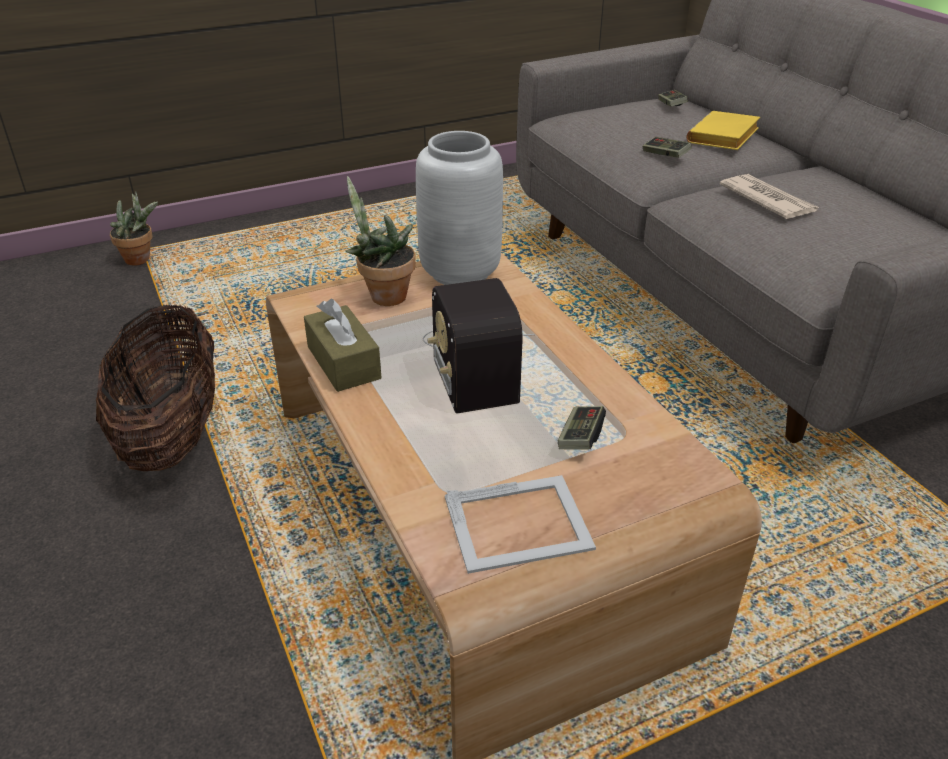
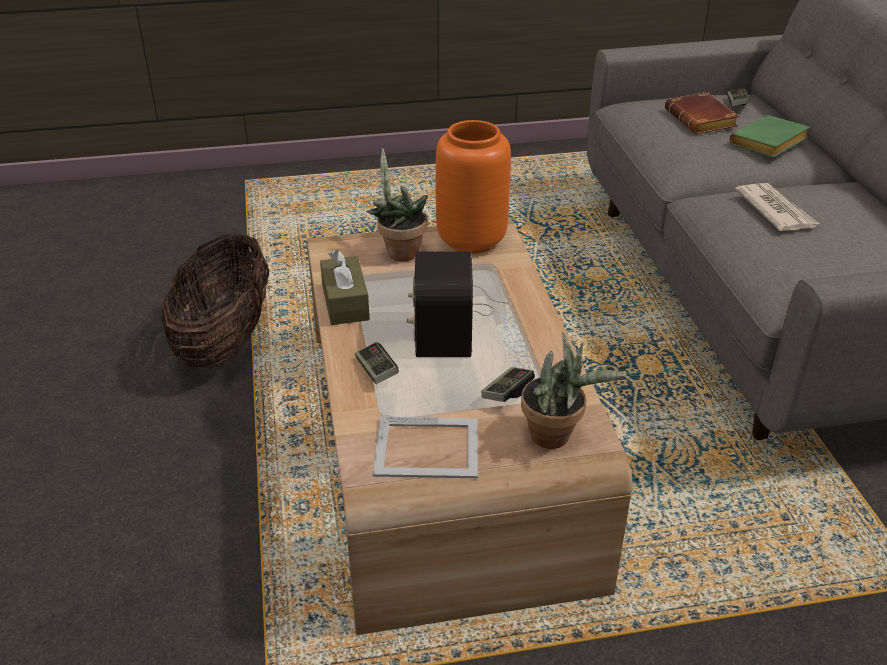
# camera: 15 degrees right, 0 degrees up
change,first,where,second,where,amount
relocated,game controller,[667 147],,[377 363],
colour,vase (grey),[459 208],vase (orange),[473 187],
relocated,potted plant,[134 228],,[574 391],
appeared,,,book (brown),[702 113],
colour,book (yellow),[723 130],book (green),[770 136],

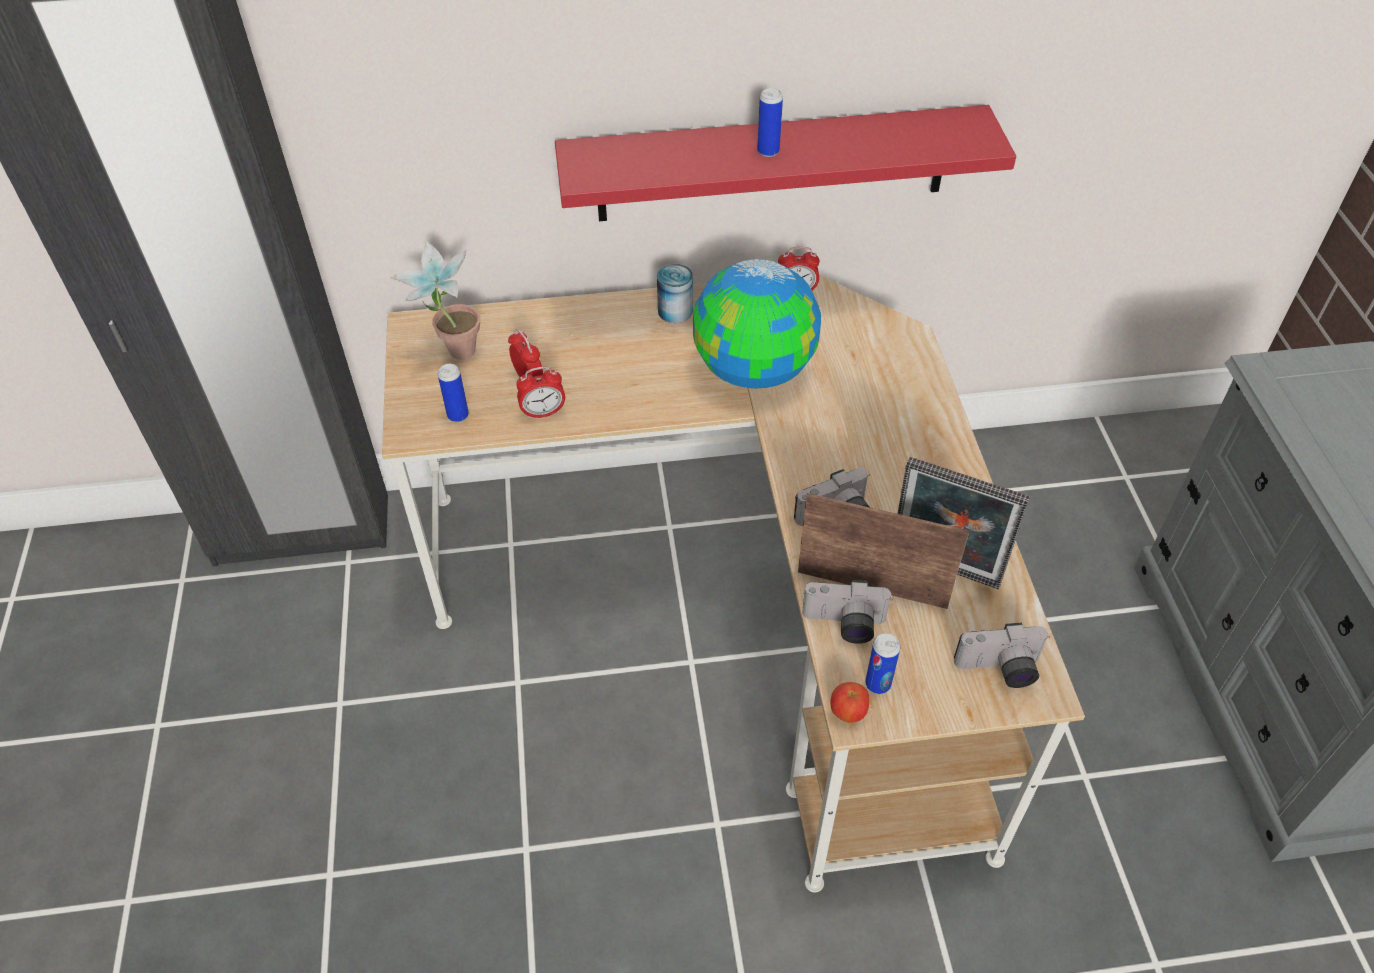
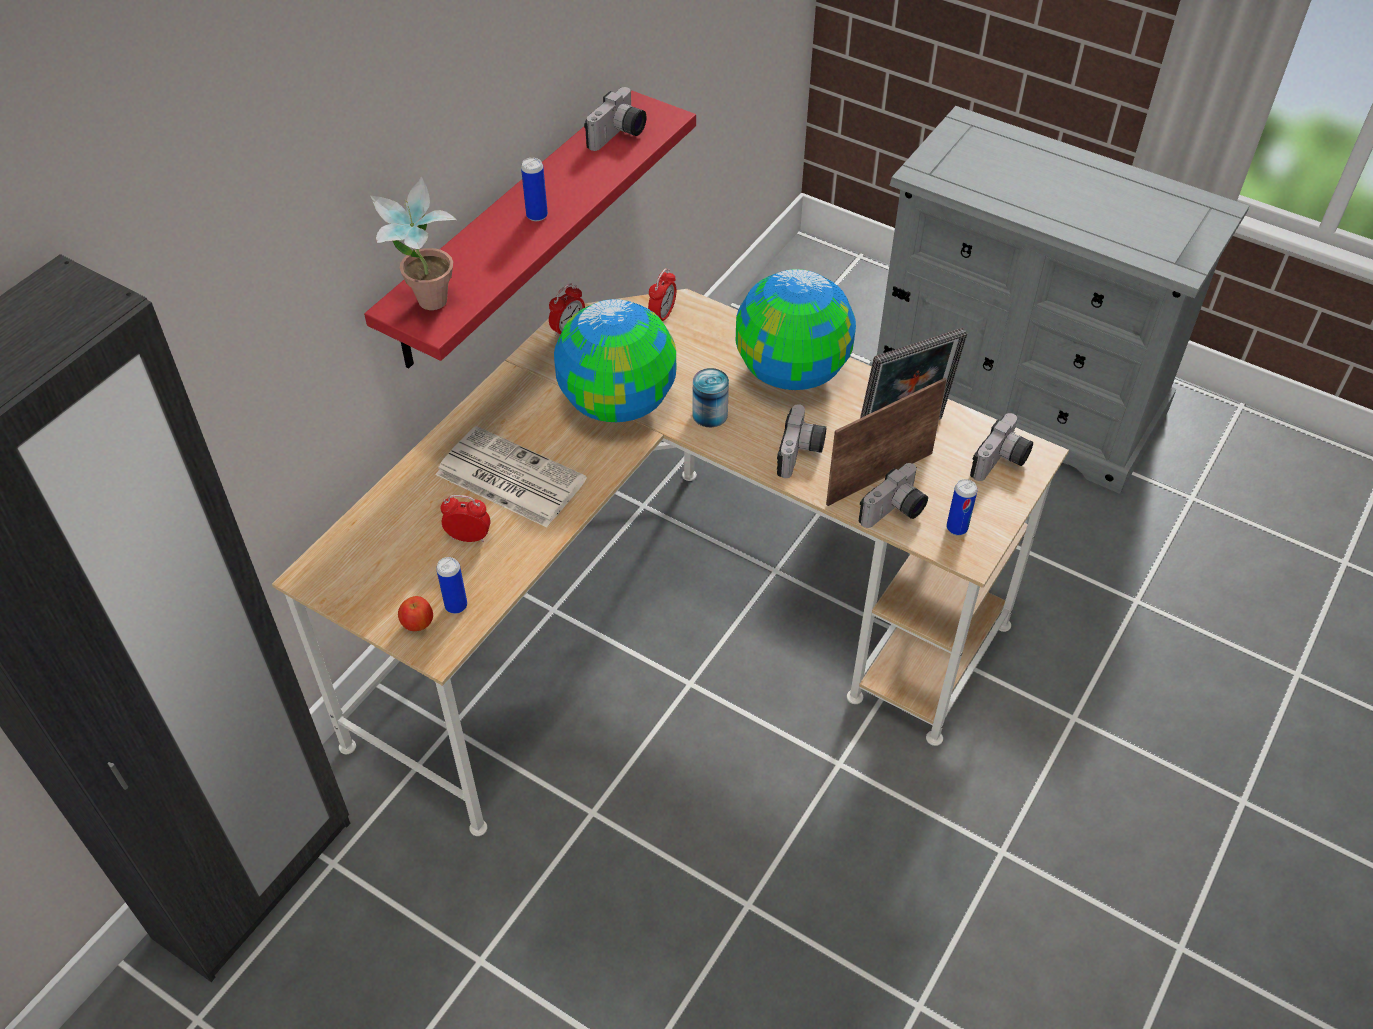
# camera: 50 degrees left, 0 degrees up
change,first,where,second,where,amount
relocated,potted plant,[435 300],,[413 243],
relocated,apple,[849 702],,[415 613],
appeared,,,newspaper,[511 477],
appeared,,,photo camera,[615 119],
relocated,alarm clock,[540 393],,[662 294],
relocated,can,[675 293],,[711 397],
appeared,,,globe,[796 329],

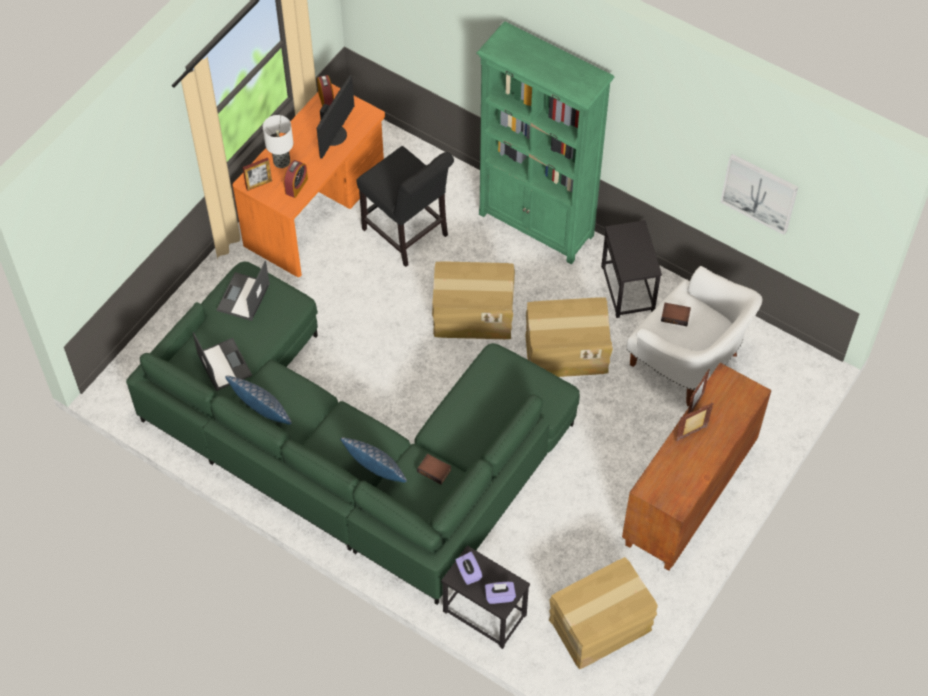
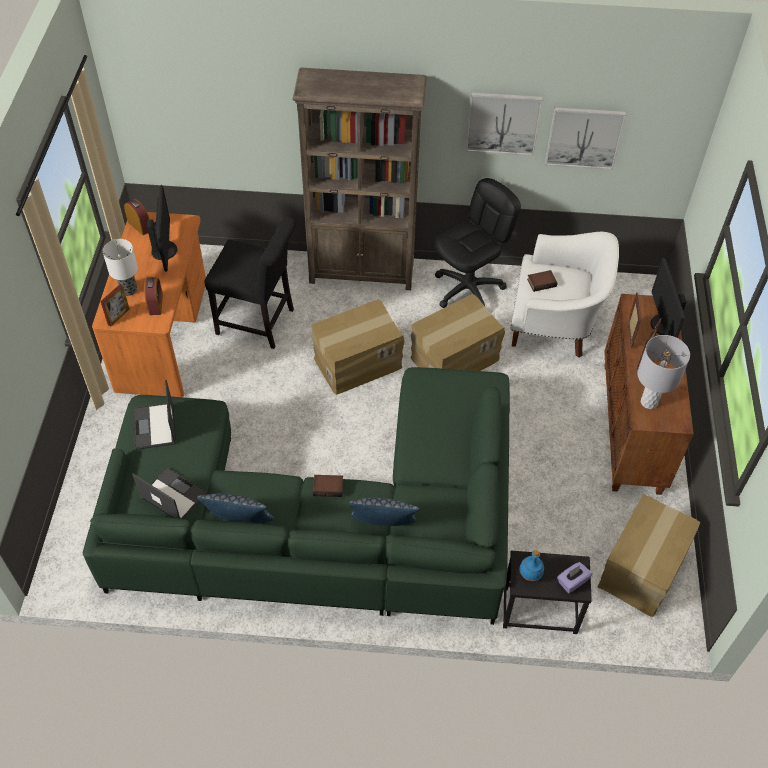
# camera: 30 degrees left, 5 degrees down
change,first,where,second,where,amount
colour,bookcase (green),[545 142],bookcase (brown),[359 179],
relocated,book,[434 469],,[328 486],
exchanged,side table (black),[631 269],office chair (black),[477 243],
appeared,,,picture,[504 124],
exchanged,tissue box (purple),[469 568],bottle (blue),[531 565],
appeared,,,table lamp (grey),[663 372],
appeared,,,monitor,[668 298],

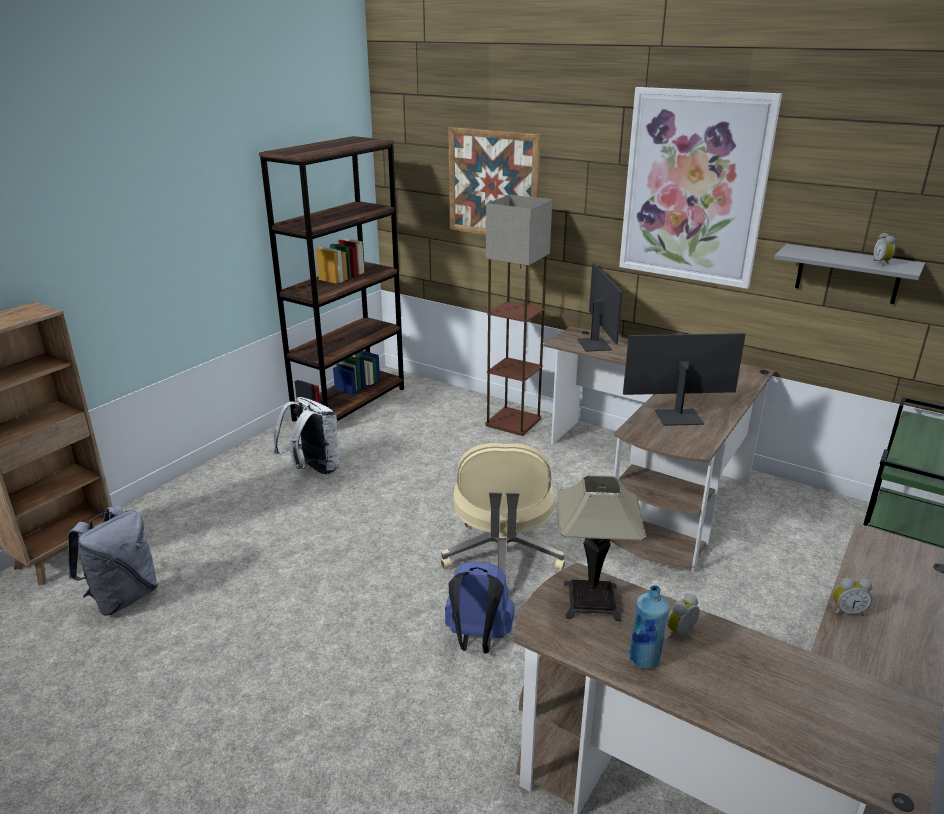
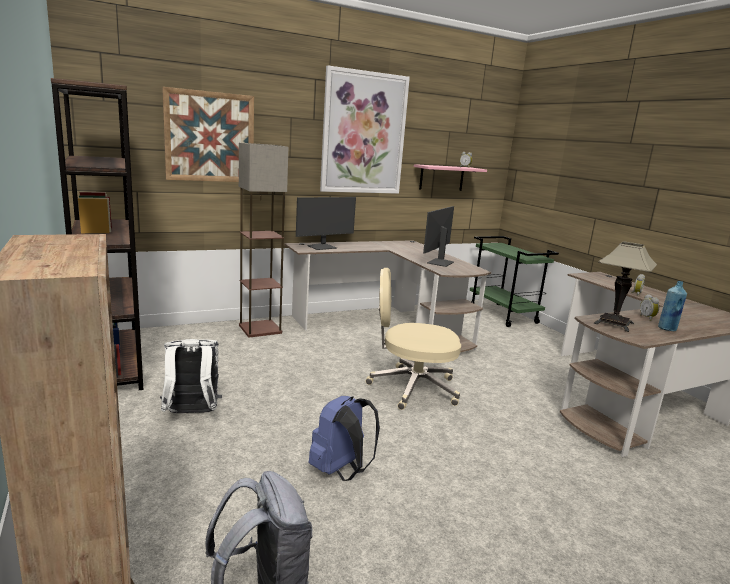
# camera: 60 degrees left, 10 degrees down
change,first,where,second,where,amount
spun,monitor,[600 307],,[326 223],120 degrees clockwise
relocated,backpack (blue),[479 607],,[344 438],
spun,office chair (beige),[503 509],,[413 339],150 degrees clockwise
colour,shelf (grey),[849 274],shelf (pink),[450 177],

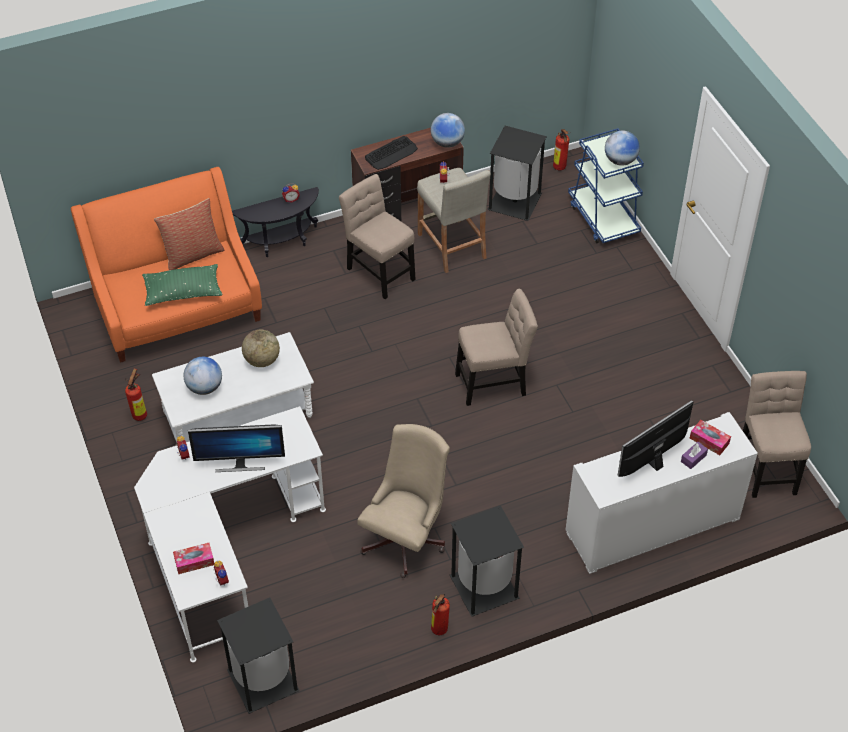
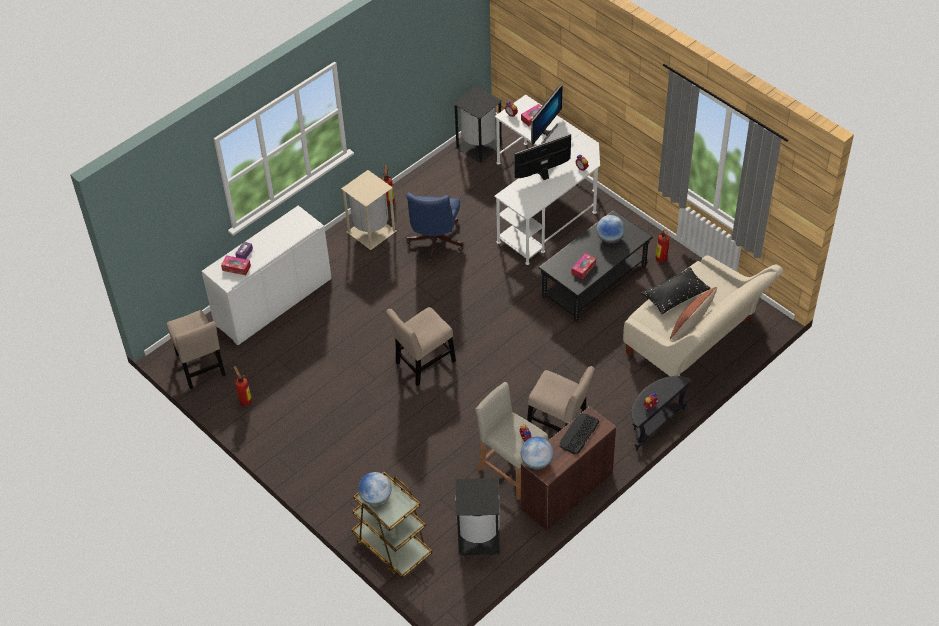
# camera: 160 degrees right, 0 degrees up
change,first,where,second,where,amount
relocated,fire extinguisher,[561 149],,[242 386],
colour,trash can (black),[487 561],trash can (beige),[368 210],
colour,cart (blue),[606 186],cart (brown),[392 525],
colour,office chair (beige),[403 501],office chair (blue),[434 227],
relocated,monitor,[656 438],,[547 115],
colour,coffee table (white),[233 387],coffee table (black),[596 266],
exchanged,globe,[261 348],tissue box,[583 266],
colour,sofa (orange),[166 265],sofa (beige),[703 315],
colour,pillow (green),[182 285],pillow (black),[676 290],

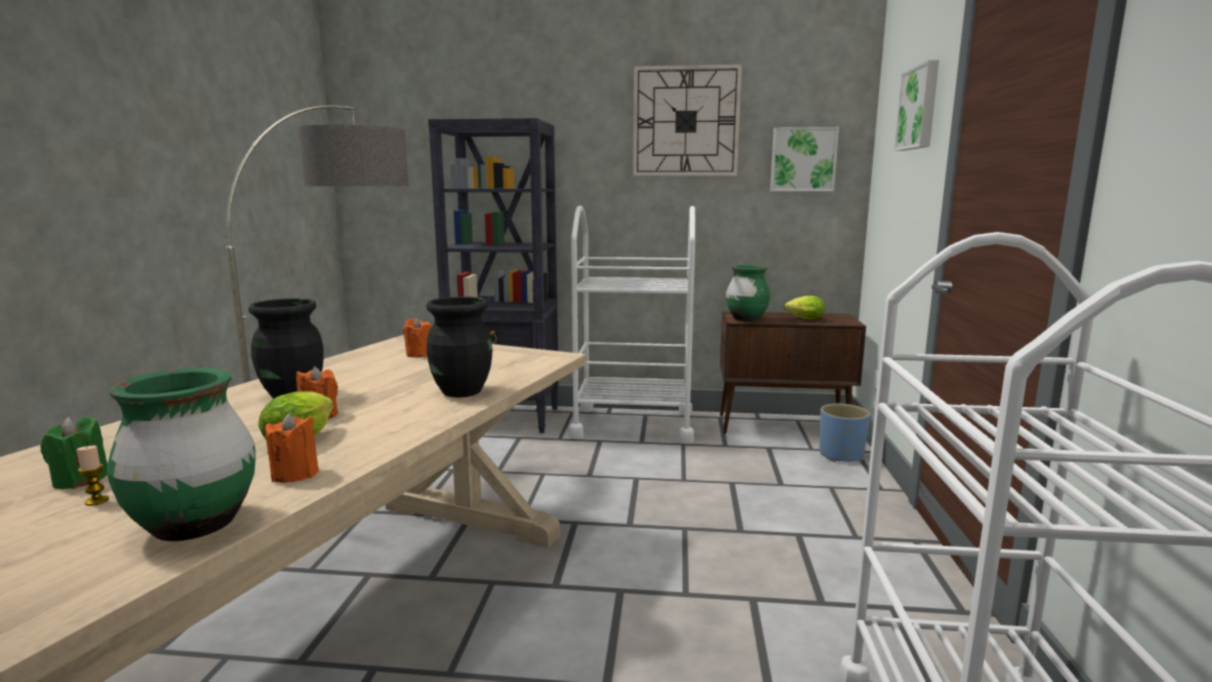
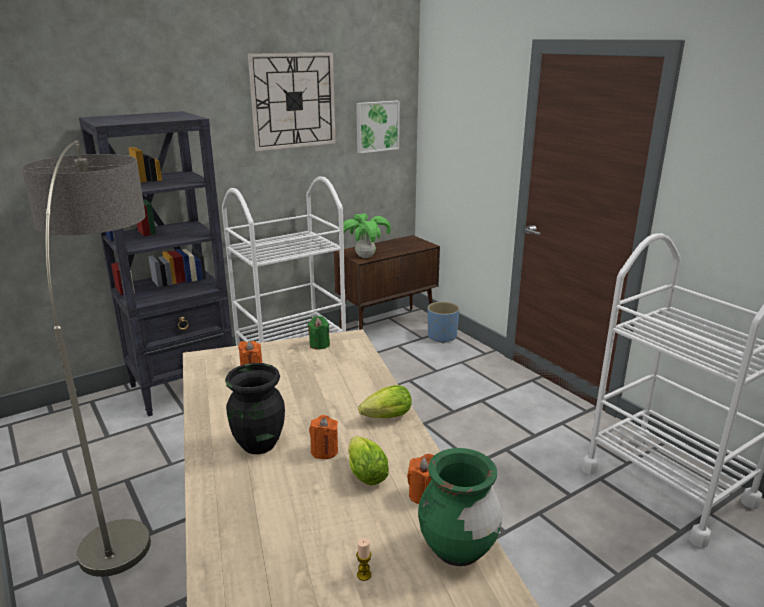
# camera: 40 degrees left, 10 degrees up
change,first,where,second,where,amount
relocated,candle (green),[74 452],,[319 332],
exchanged,vase (green),[748 293],potted plant,[367 235],
relocated,lettuce,[804 308],,[385 401],
missing,vase (black),[460 347],,,
missing,picture,[916 105],,,

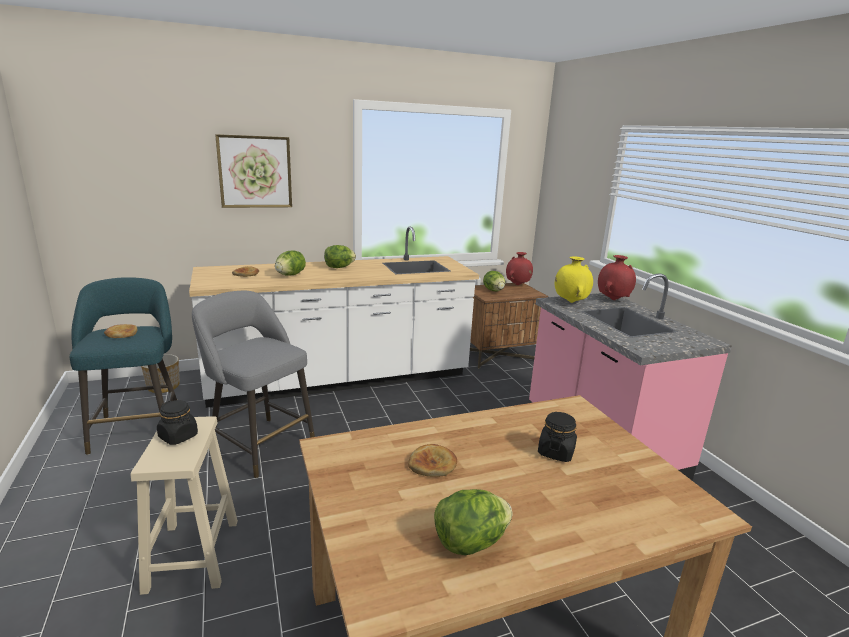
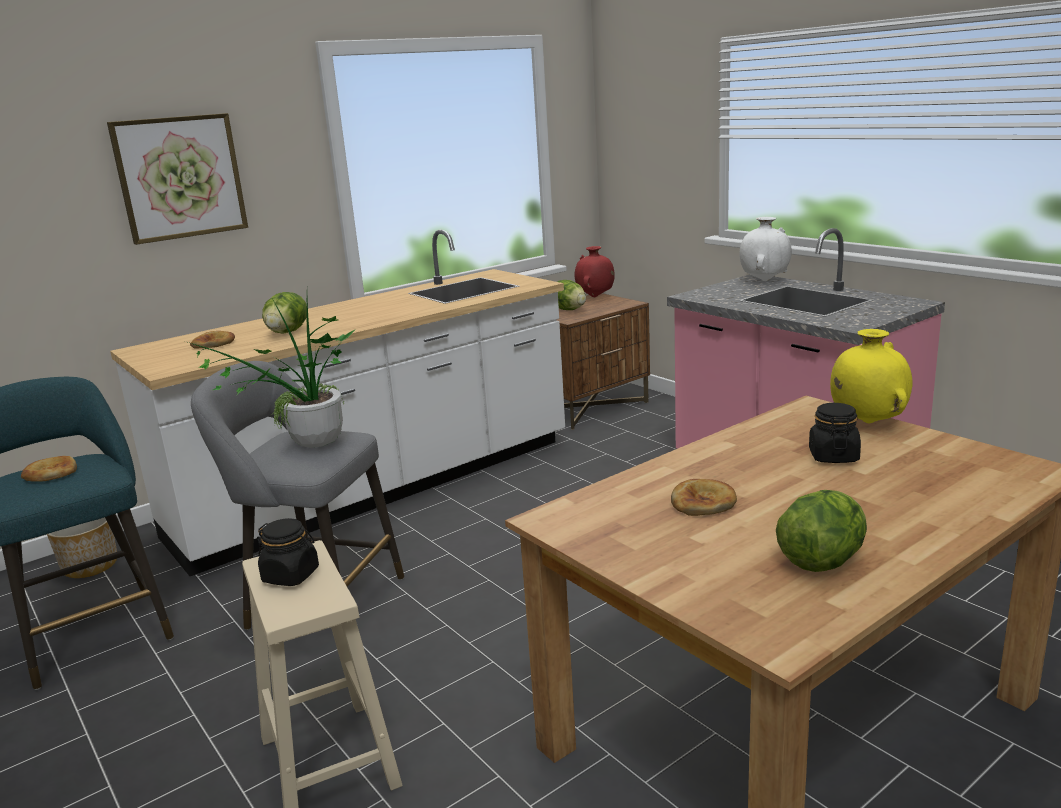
# camera: 15 degrees left, 0 degrees up
change,first,where,second,where,amount
appeared,,,potted plant,[272 373],
colour,vase (red),[617 277],vase (white),[765 249],
relocated,vase (yellow),[574 279],,[871 376],
missing,lettuce,[340 256],,,

